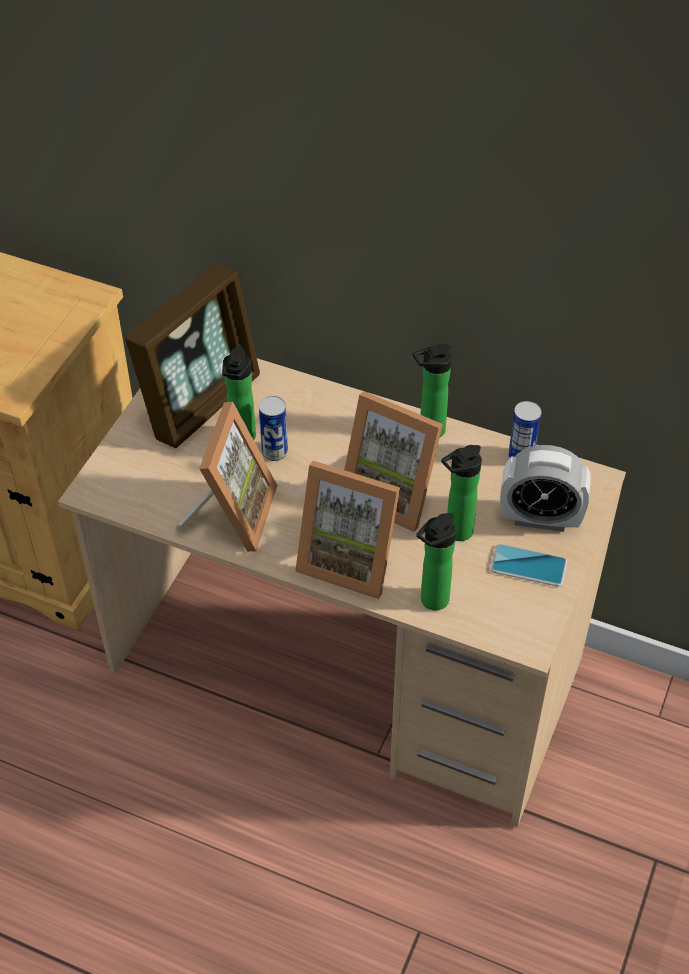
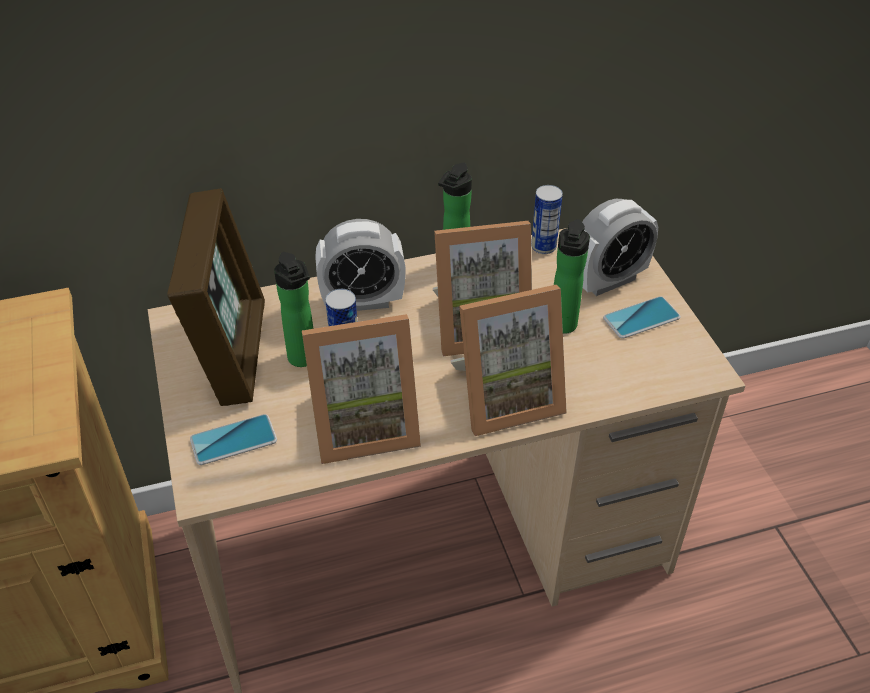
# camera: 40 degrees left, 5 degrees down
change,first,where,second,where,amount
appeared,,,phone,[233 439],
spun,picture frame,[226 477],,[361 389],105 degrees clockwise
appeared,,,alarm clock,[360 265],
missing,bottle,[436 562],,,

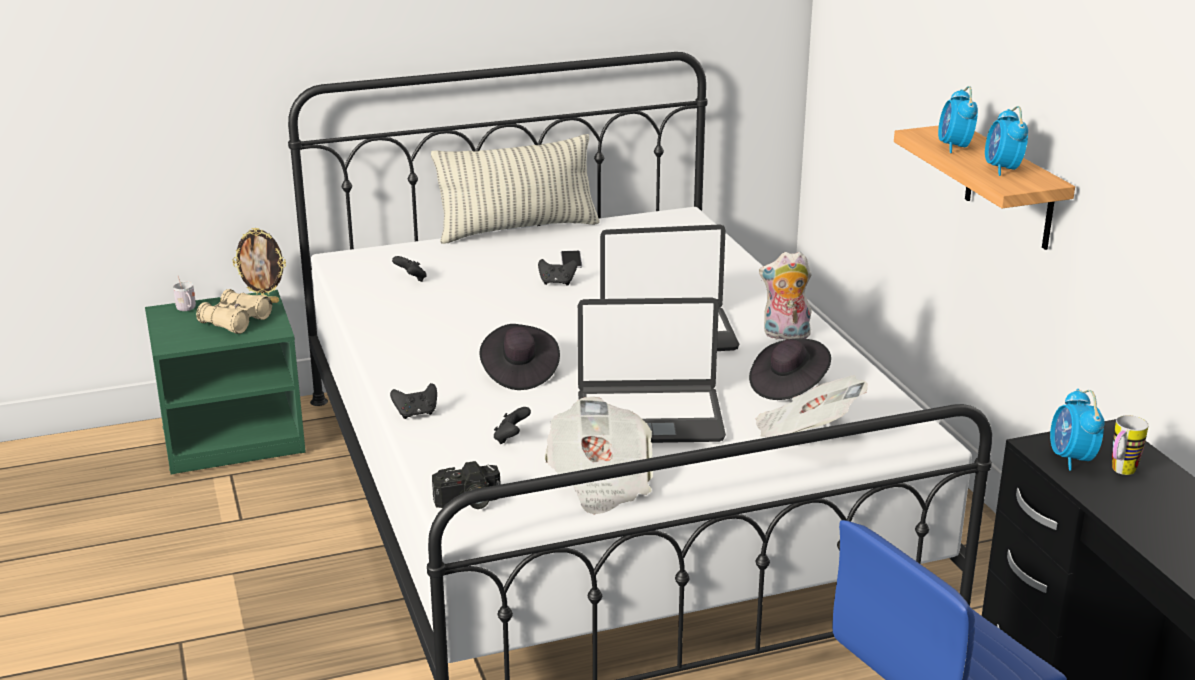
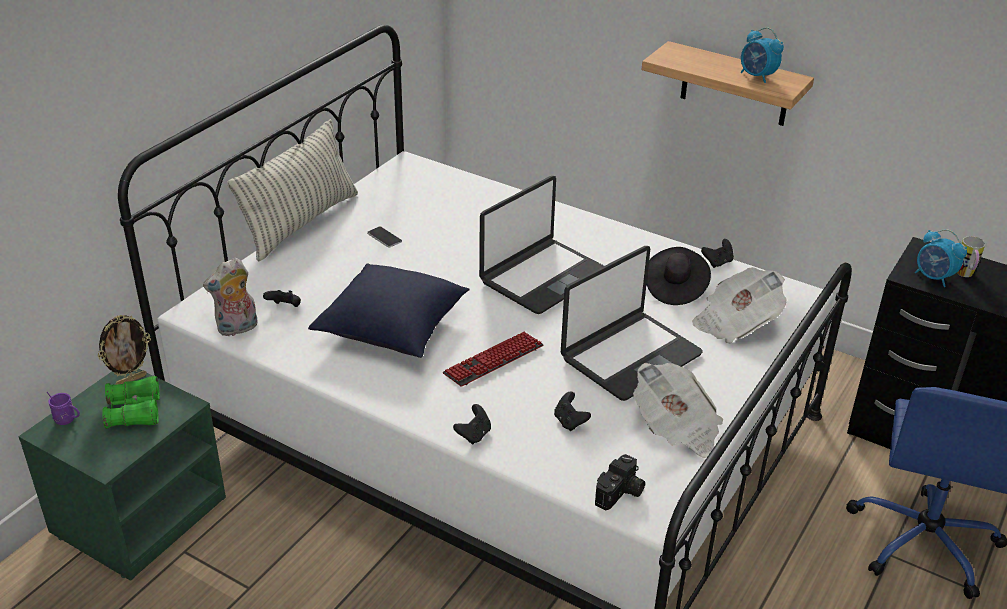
# camera: 40 degrees left, 10 degrees up
change,first,where,second,where,amount
colour,mug (white),[184 293],mug (purple),[63 408],
colour,binoculars (beige),[234 311],binoculars (green),[131 402],
relocated,plush toy,[785 296],,[230 297],
appeared,,,pillow (blue),[388 310],
exchanged,hat (black),[519 357],keyboard,[493 359],
relocated,game controller (black),[557 272],,[717 253],
missing,alarm clock,[958 119],,,

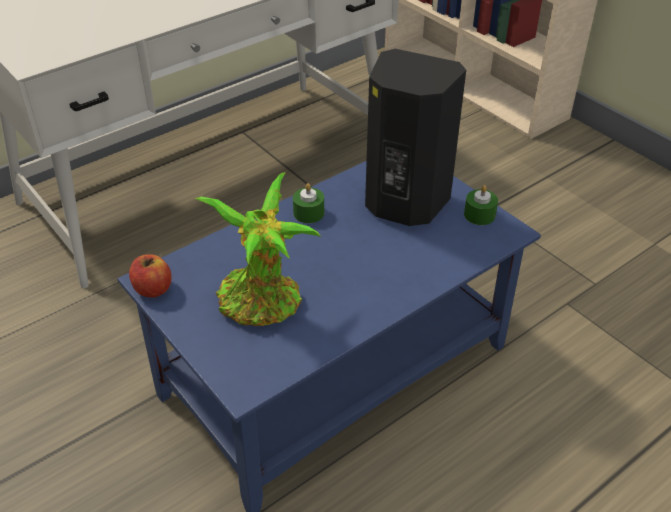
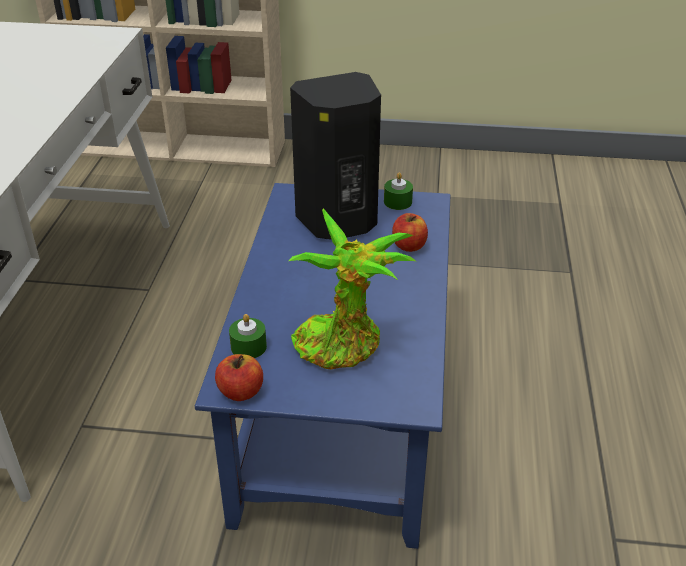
# camera: 45 degrees left, 5 degrees down
change,first,where,second,where,amount
relocated,candle (green),[308 203],,[248 336],
appeared,,,apple,[410 232],

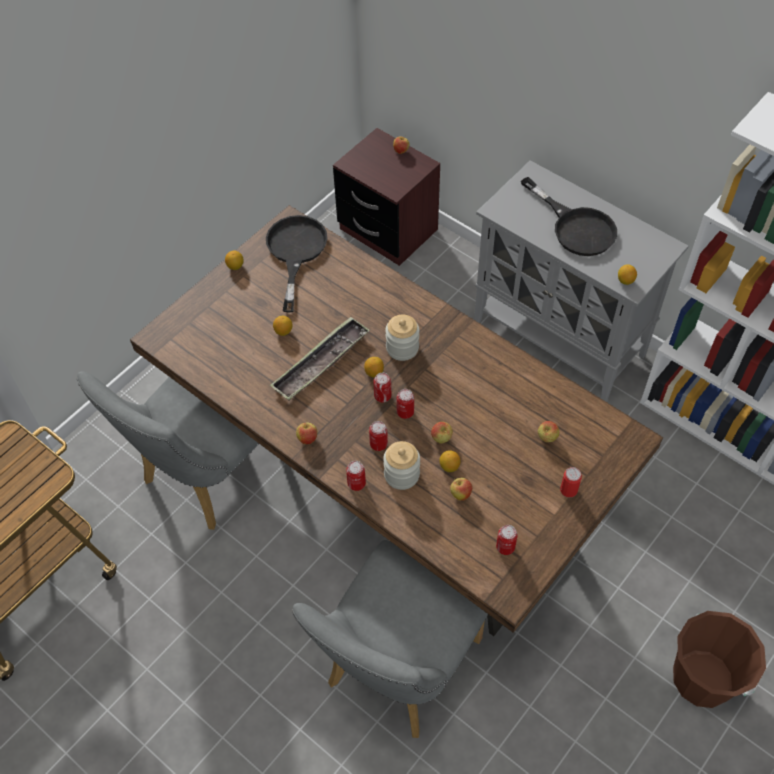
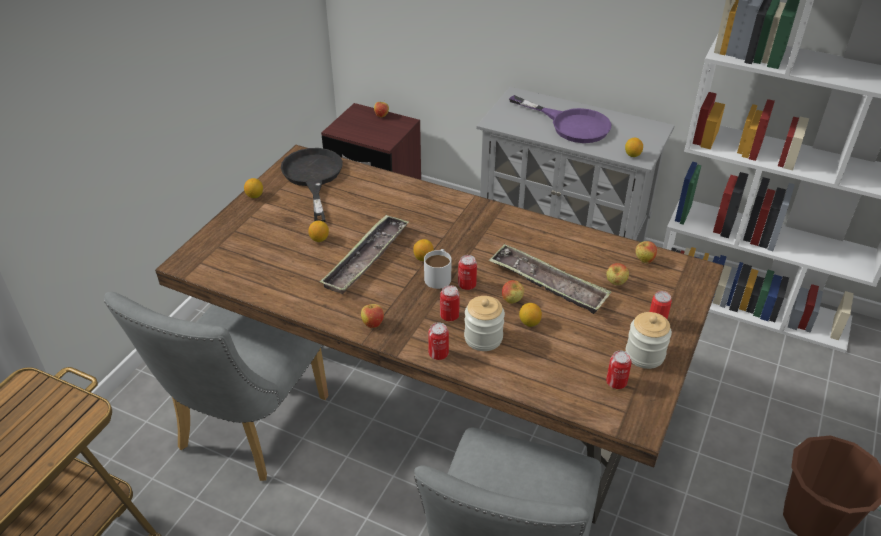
# camera: 15 degrees left, 15 degrees down
change,first,where,second,where,amount
exchanged,can,[382 387],mug (white),[437 269],
appeared,,,tray,[550 279],
colour,frying pan (black),[569 216],frying pan (purple),[560 119],
relocated,jar,[402 338],,[649 340],
relocated,apple,[461 489],,[646 252],

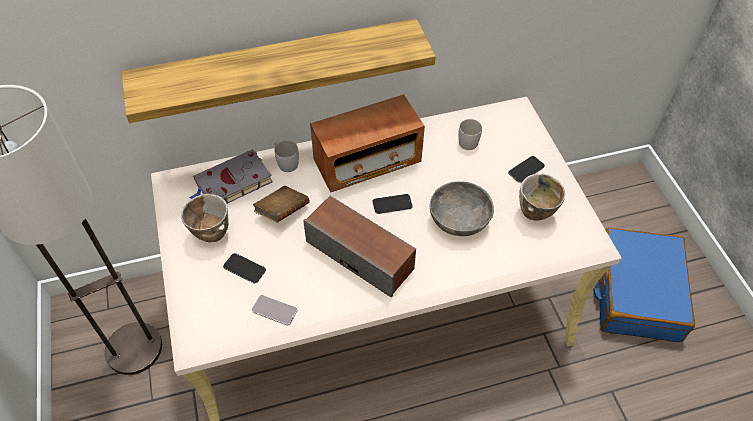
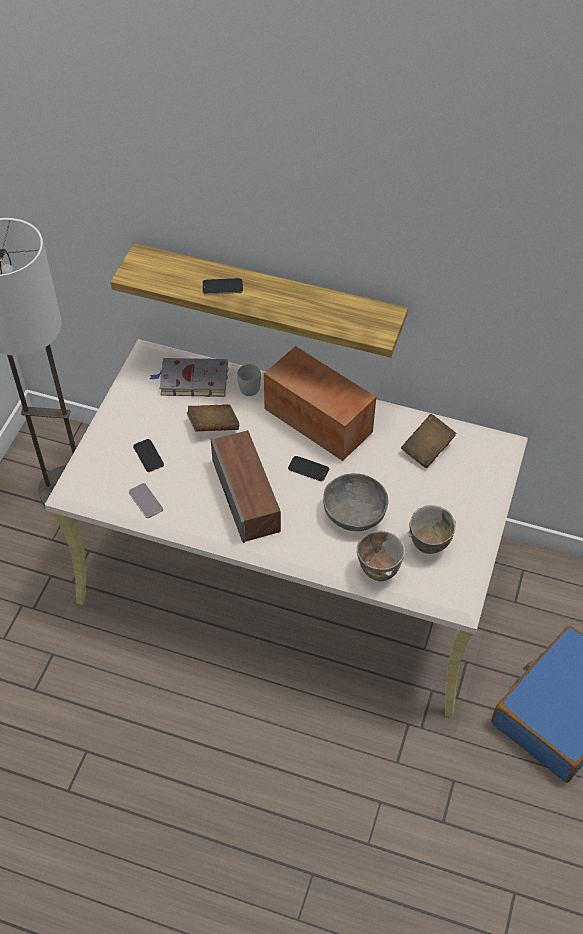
# camera: 35 degrees right, 0 degrees up
change,first,where,second,where,amount
relocated,phone,[526 169],,[222 286],
spun,radio,[367 143],,[320 403],150 degrees counterclockwise
relocated,bowl,[205 218],,[381 556],
exchanged,mug (white),[470 134],book (brown),[428 441],

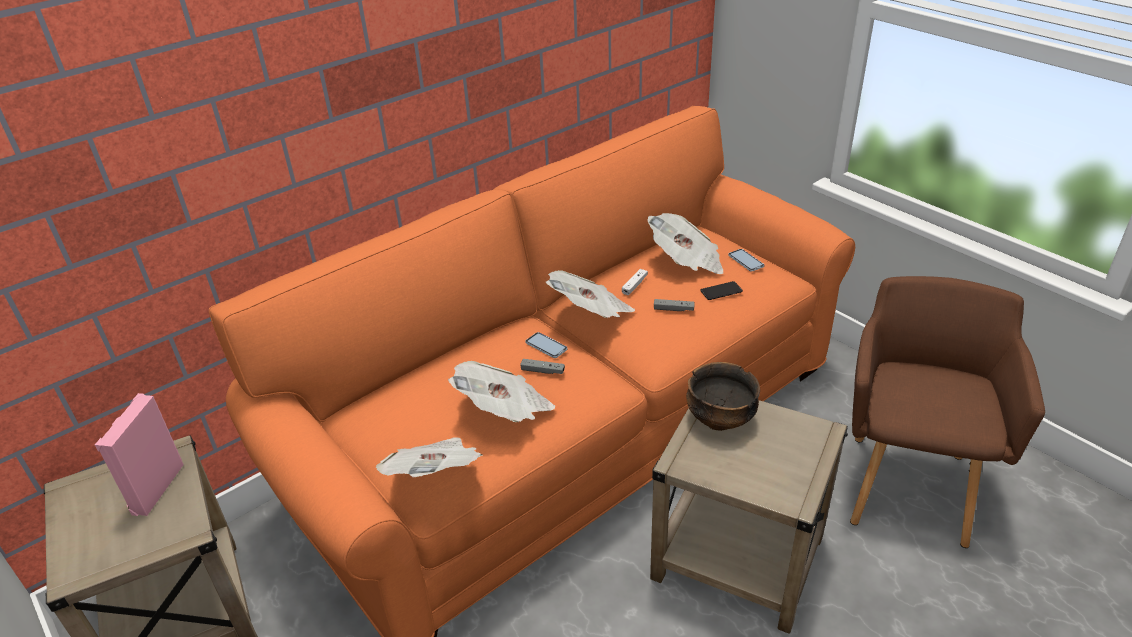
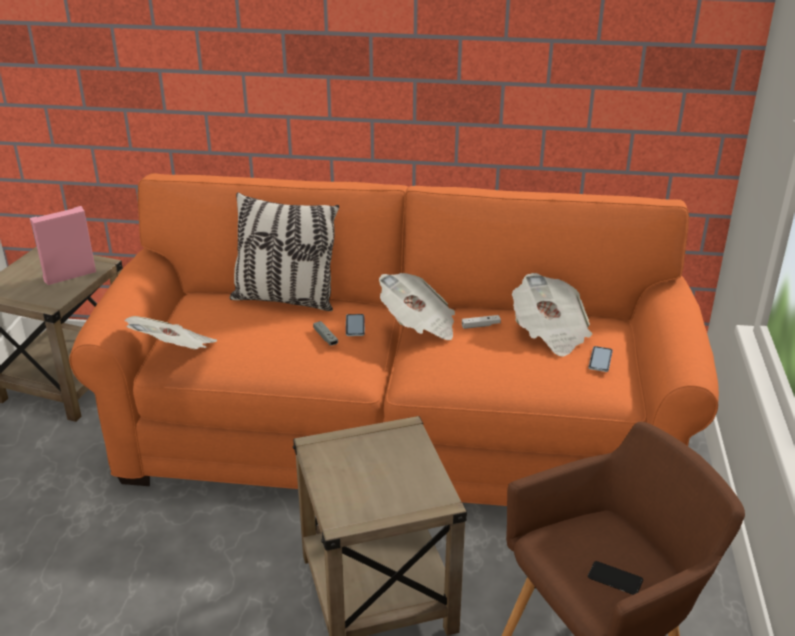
# camera: 45 degrees right, 5 degrees down
change,first,where,second,where,amount
appeared,,,pillow,[284 251],
relocated,phone,[721 290],,[615 578],
missing,newspaper,[501 391],,,
missing,game controller (grey),[674 305],,,
missing,bowl,[723 396],,,

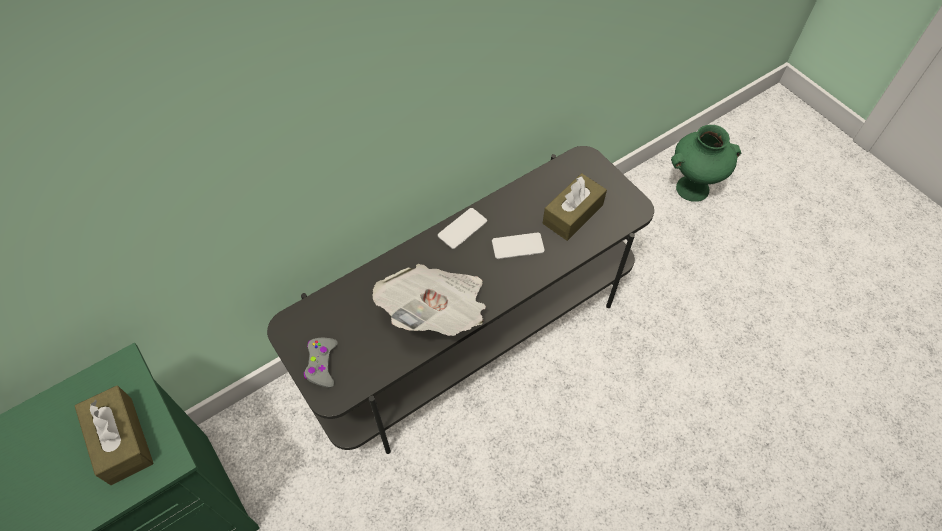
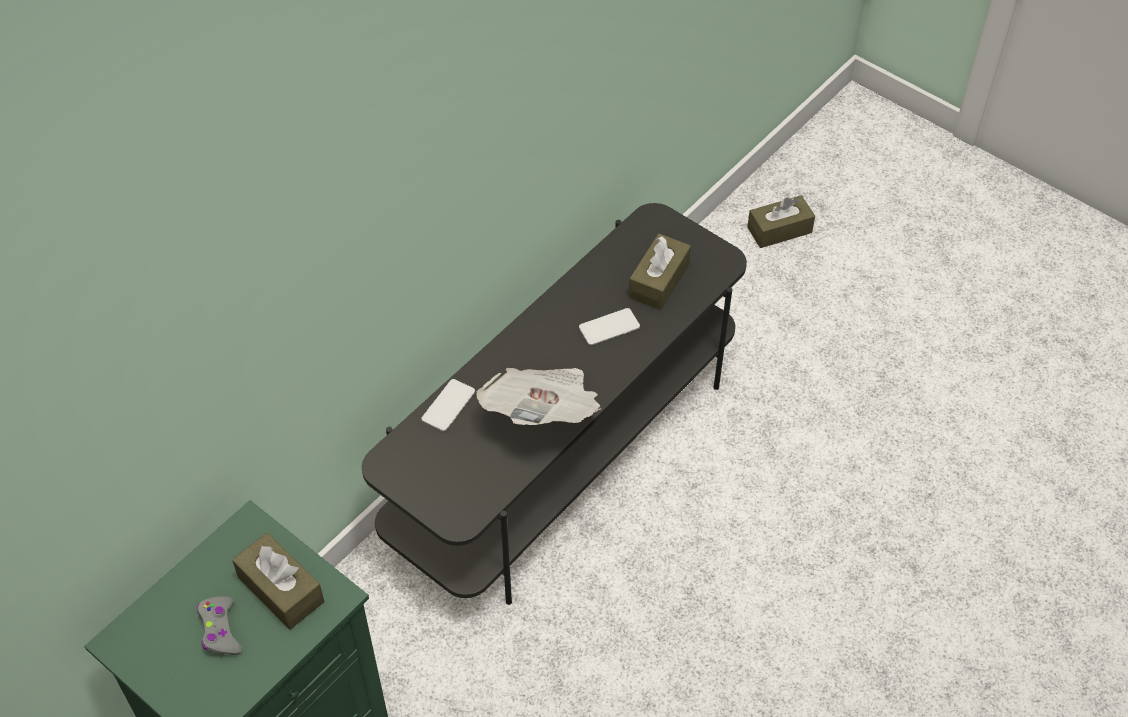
# camera: 15 degrees left, 5 degrees down
change,first,where,second,where,amount
relocated,game controller (grey),[321 363],,[219 625],
relocated,phone,[462 228],,[448 405],
exchanged,vase (green),[706 163],tissue box (brown),[781 221],

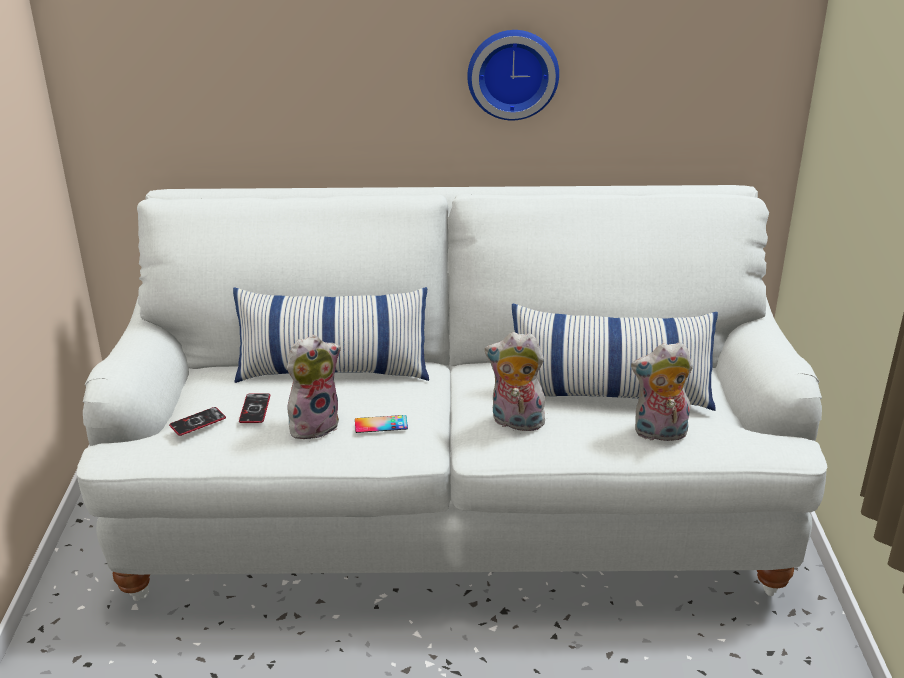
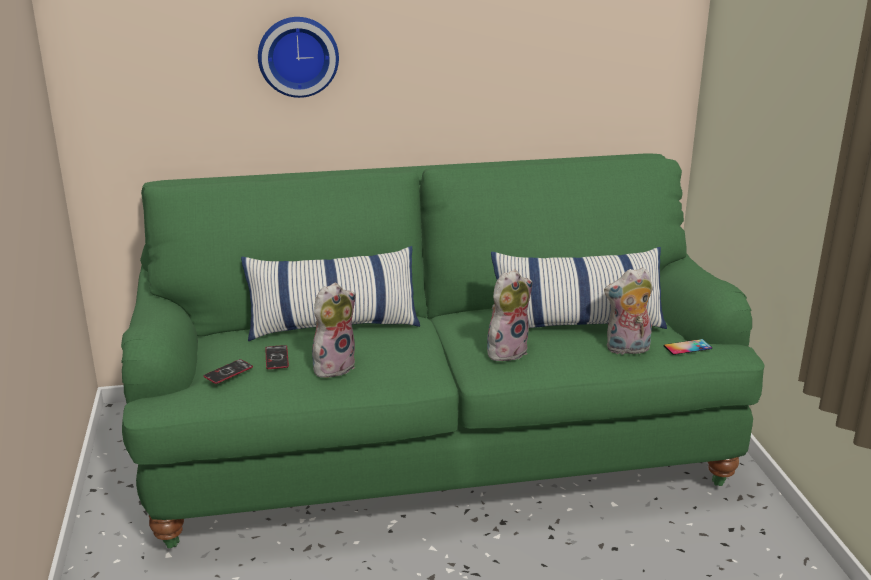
# camera: 10 degrees left, 5 degrees down
change,first,where,second,where,amount
colour,sofa (white),[452 393],sofa (green),[442 350],
relocated,wall clock,[513 75],,[298 57],
spun,plush toy,[515 381],,[510 316],135 degrees clockwise
relocated,phone,[381 424],,[688 347],

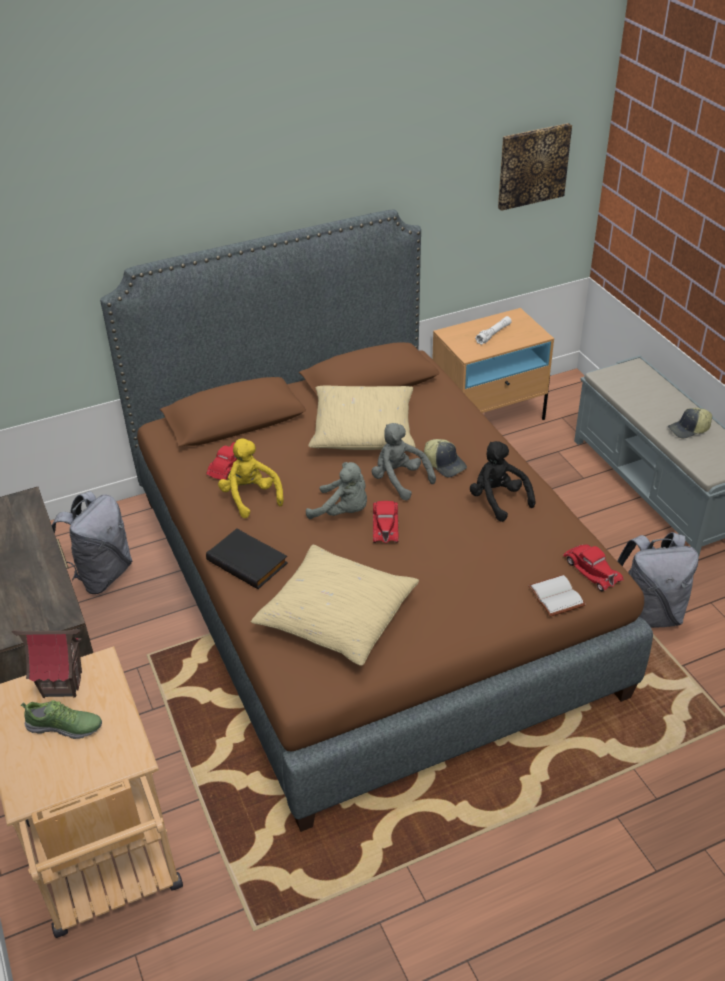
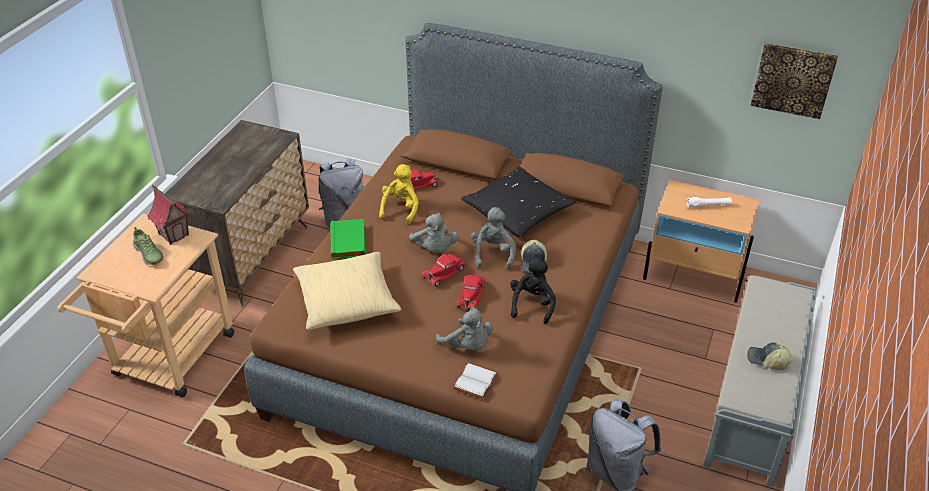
# camera: 45 degrees right, 0 degrees up
change,first,where,second,where,amount
colour,book (black),[247 558],book (green),[348 239],
appeared,,,plush toy (grey),[464 329],
relocated,toy car (red),[593 567],,[471 292],
colour,pillow (beige),[361 418],pillow (black),[519 202],

